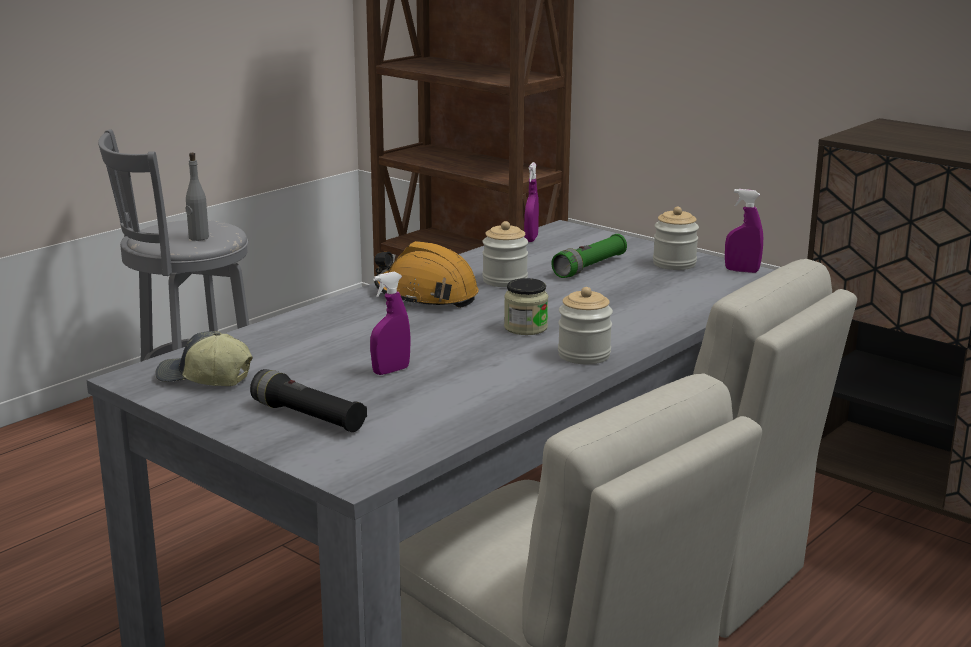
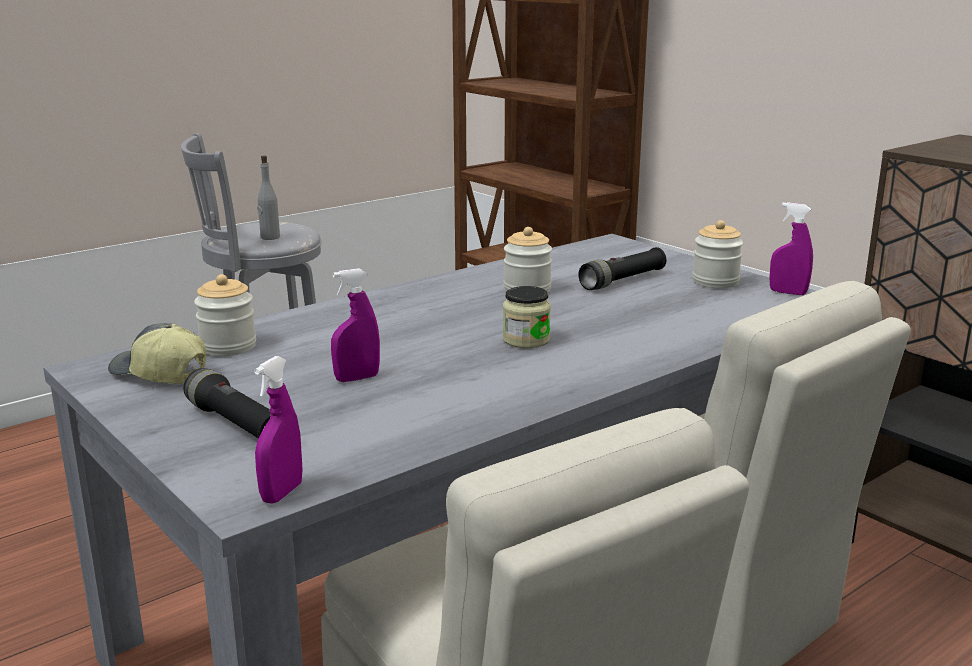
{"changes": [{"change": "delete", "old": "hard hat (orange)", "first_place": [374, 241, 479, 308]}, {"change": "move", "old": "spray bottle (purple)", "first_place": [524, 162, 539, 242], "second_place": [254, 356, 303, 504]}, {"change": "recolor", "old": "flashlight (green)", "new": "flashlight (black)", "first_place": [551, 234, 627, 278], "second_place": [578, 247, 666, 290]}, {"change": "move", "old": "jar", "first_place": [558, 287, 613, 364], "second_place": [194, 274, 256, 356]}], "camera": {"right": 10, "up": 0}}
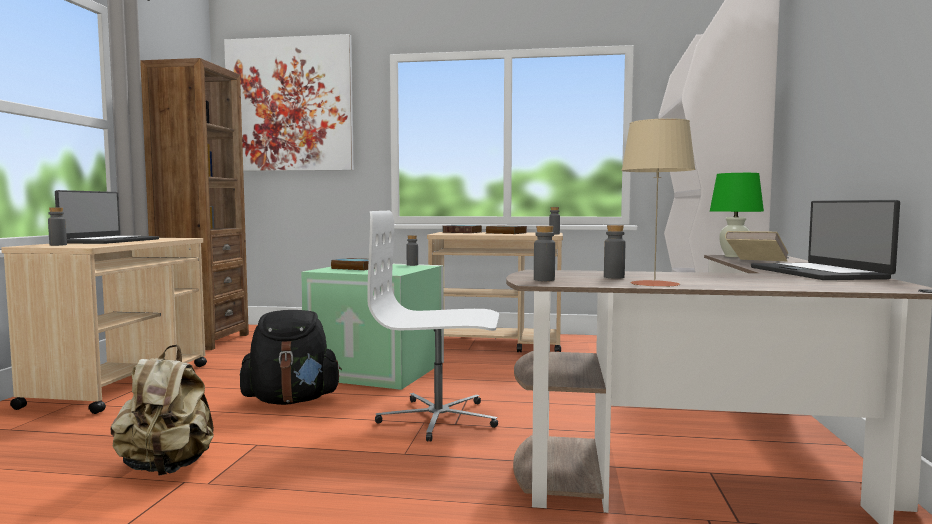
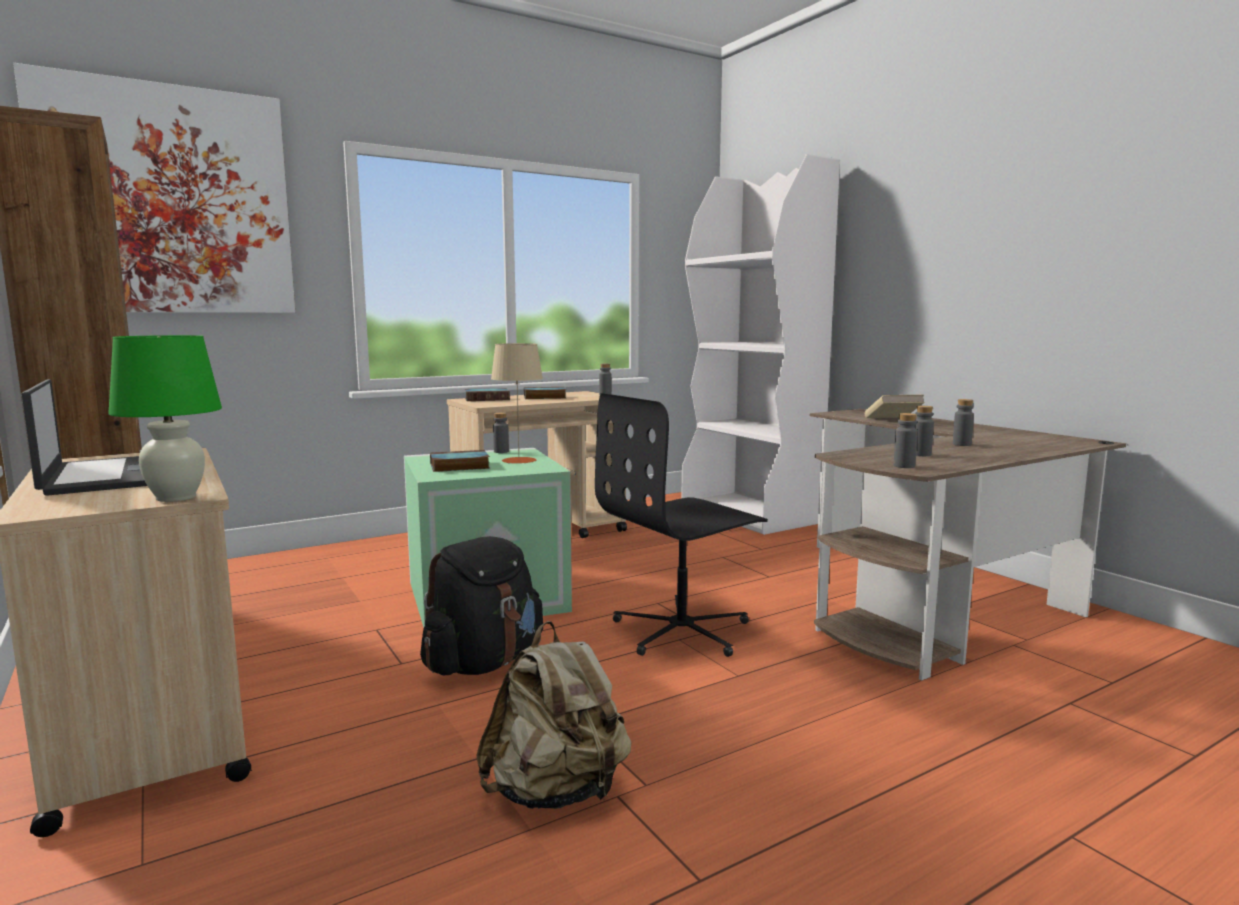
{"changes": [{"change": "move", "old": "bottle (grey)", "first_place": [48, 207, 67, 246], "second_place": [953, 399, 974, 446]}, {"change": "recolor", "old": "office chair (white)", "new": "office chair (black)", "first_place": [367, 211, 499, 442], "second_place": [595, 393, 768, 657]}, {"change": "move", "old": "table lamp (beige)", "first_place": [621, 118, 696, 287], "second_place": [491, 343, 543, 464]}, {"change": "move", "old": "table lamp (green)", "first_place": [710, 173, 764, 257], "second_place": [108, 335, 222, 502]}, {"change": "delete", "old": "laptop", "first_place": [751, 200, 900, 280]}], "camera": {"right": -40, "up": 5}}
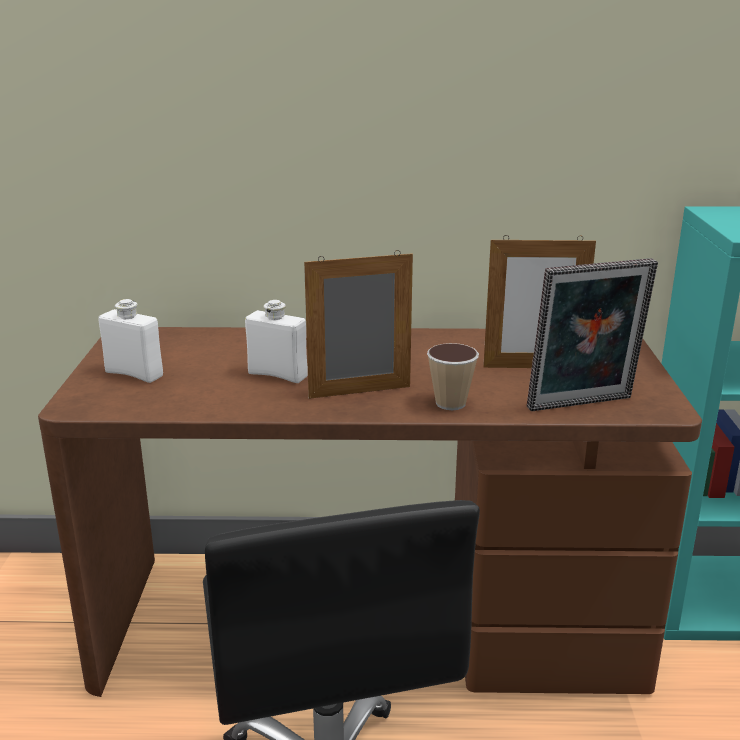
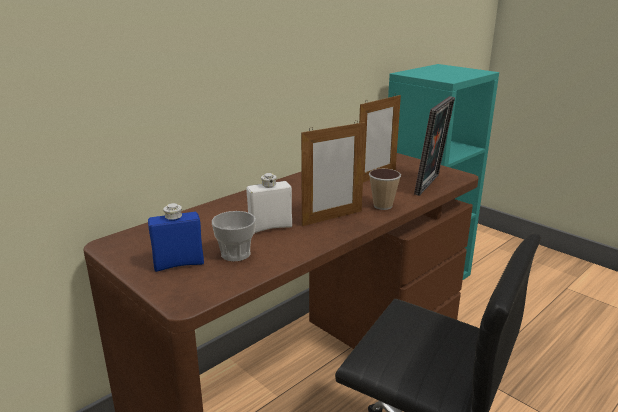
{"changes": [{"change": "recolor", "old": "bottle (white)", "new": "bottle (blue)", "first_place": [98, 299, 163, 383], "second_place": [148, 203, 204, 272]}, {"change": "rotate", "old": "picture frame", "first_place": [304, 250, 413, 399], "second_place": [301, 120, 366, 226], "degrees": -150}, {"change": "insert", "new": "cup", "second_place": [212, 211, 256, 261]}], "camera": {"right": -45, "up": 0}}
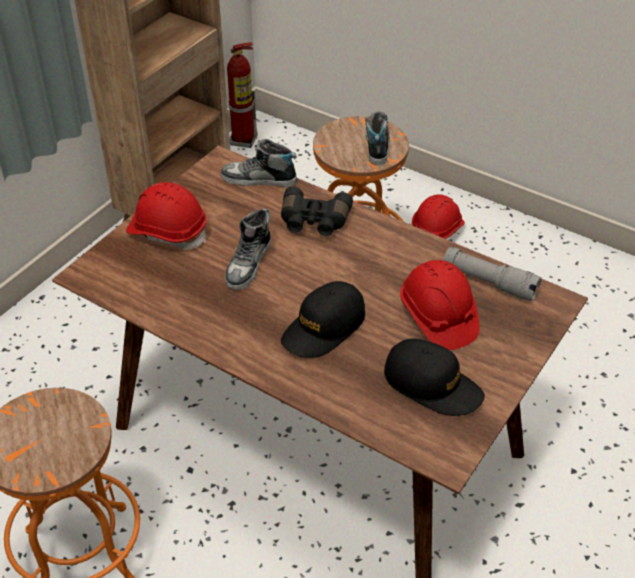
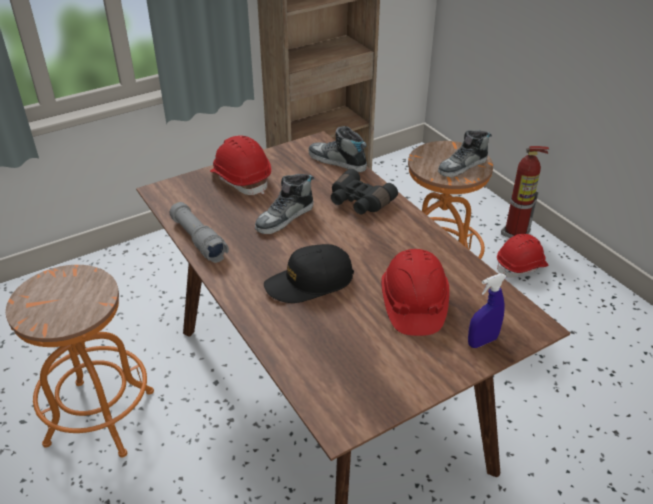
{"changes": [{"change": "move", "old": "fire extinguisher", "first_place": [227, 42, 258, 148], "second_place": [501, 146, 549, 238]}, {"change": "rotate", "old": "shoe", "first_place": [365, 111, 390, 165], "second_place": [438, 130, 492, 177], "degrees": -150}, {"change": "delete", "old": "cap (black)", "first_place": [384, 339, 485, 416]}, {"change": "move", "old": "flashlight (grey)", "first_place": [443, 247, 542, 302], "second_place": [170, 202, 229, 263]}, {"change": "insert", "new": "spray bottle (blue)", "second_place": [468, 273, 506, 348]}], "camera": {"right": 25, "up": -5}}
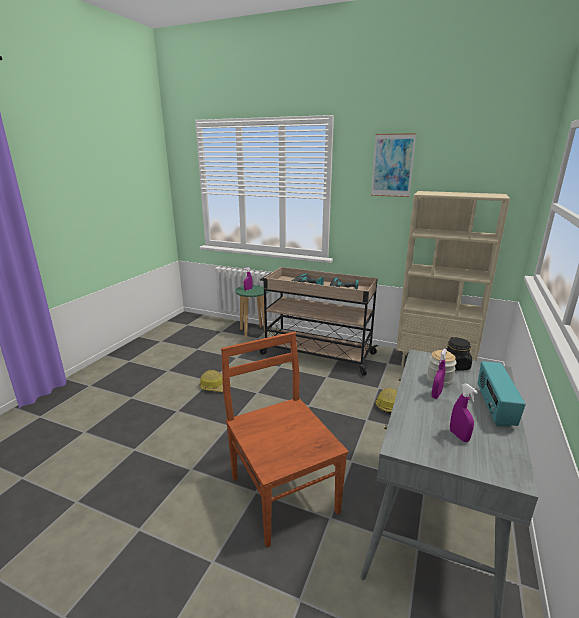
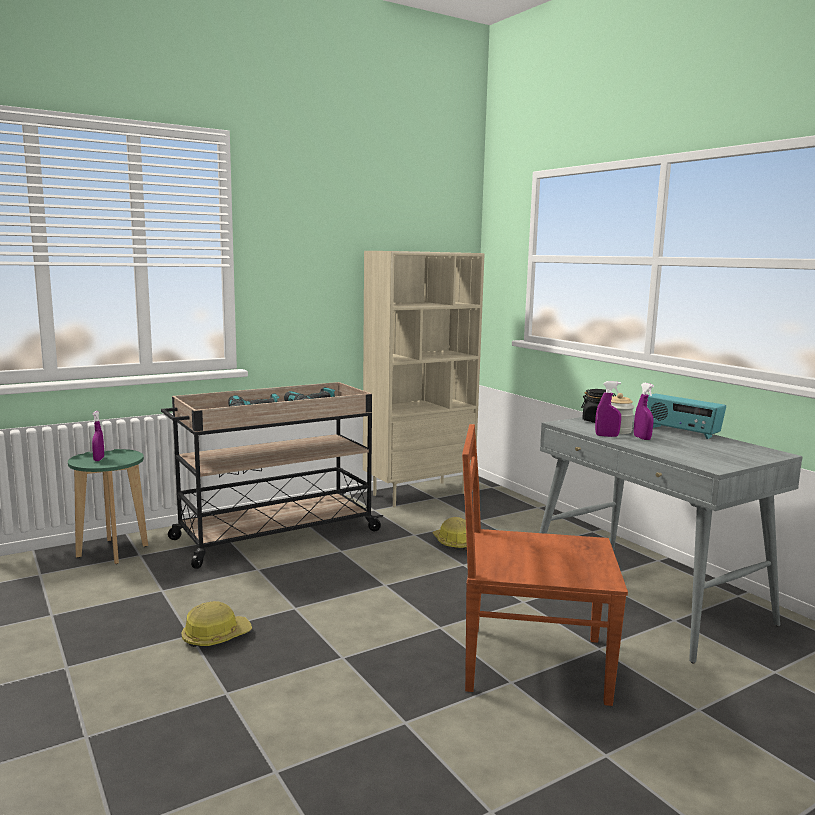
{"changes": [{"change": "delete", "old": "picture", "first_place": [371, 133, 416, 197]}, {"change": "move", "old": "spray bottle (purple)", "first_place": [450, 383, 478, 442], "second_place": [595, 381, 621, 437]}], "camera": {"right": -55, "up": -10}}
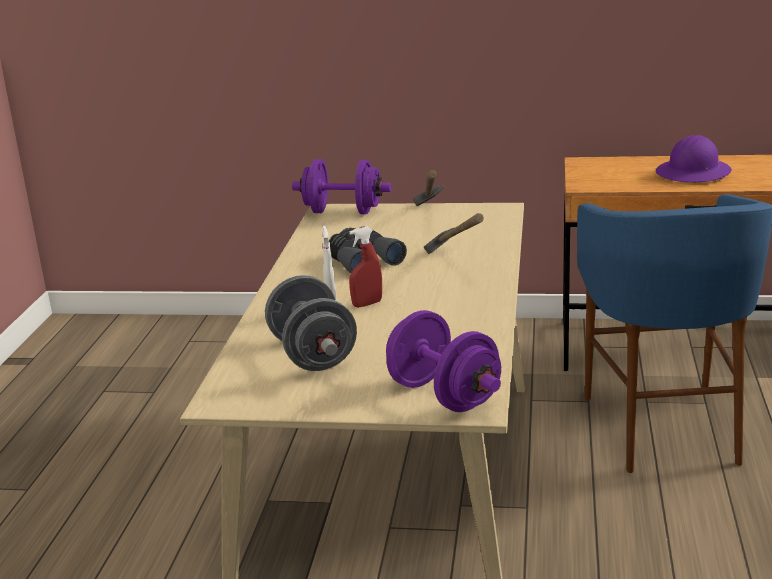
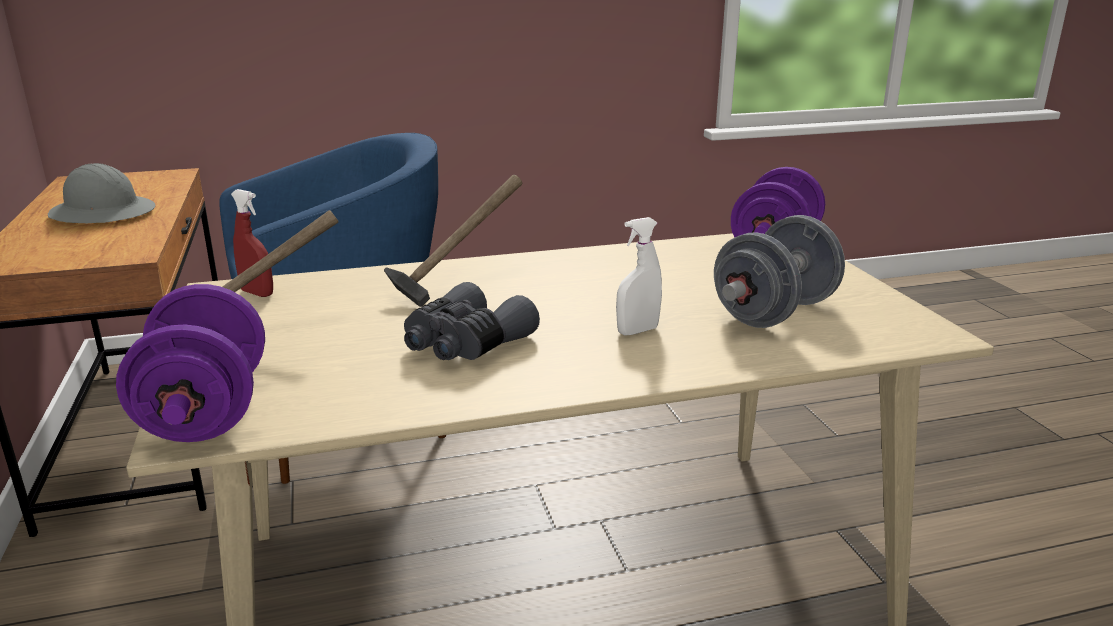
{"changes": [{"change": "move", "old": "spray bottle (red)", "first_place": [349, 226, 382, 308], "second_place": [231, 189, 273, 297]}, {"change": "recolor", "old": "hard hat (purple)", "new": "hard hat (grey)", "first_place": [656, 135, 732, 182], "second_place": [48, 163, 155, 224]}], "camera": {"right": -115, "up": 0}}
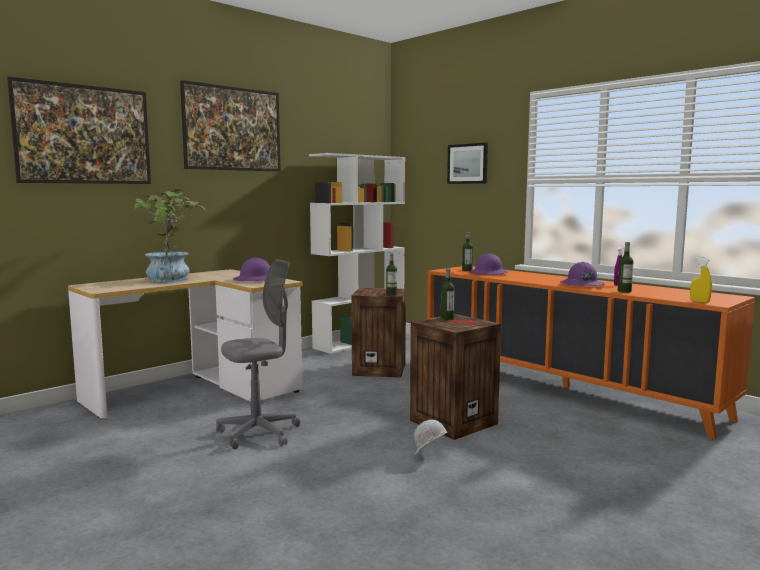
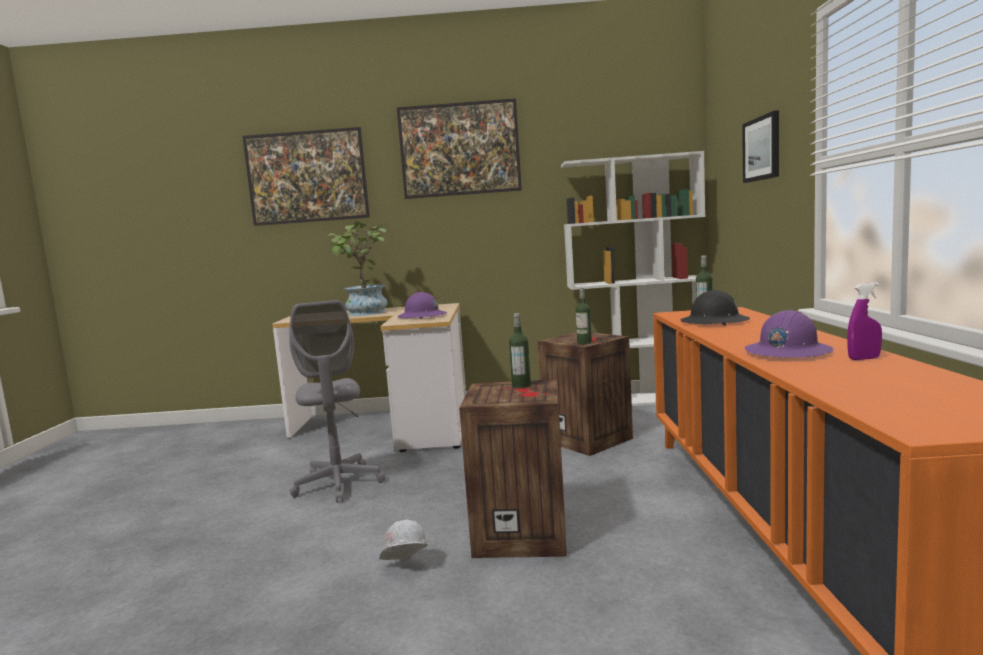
{"changes": [{"change": "rotate", "old": "office chair (grey)", "first_place": [216, 259, 300, 449], "second_place": [289, 300, 385, 503], "degrees": 60}, {"change": "recolor", "old": "hard hat (purple)", "new": "hard hat (black)", "first_place": [469, 254, 509, 275], "second_place": [681, 290, 750, 325]}, {"change": "delete", "old": "bottle", "first_place": [618, 242, 633, 293]}, {"change": "delete", "old": "spray bottle (yellow)", "first_place": [690, 257, 712, 303]}], "camera": {"right": 45, "up": 0}}
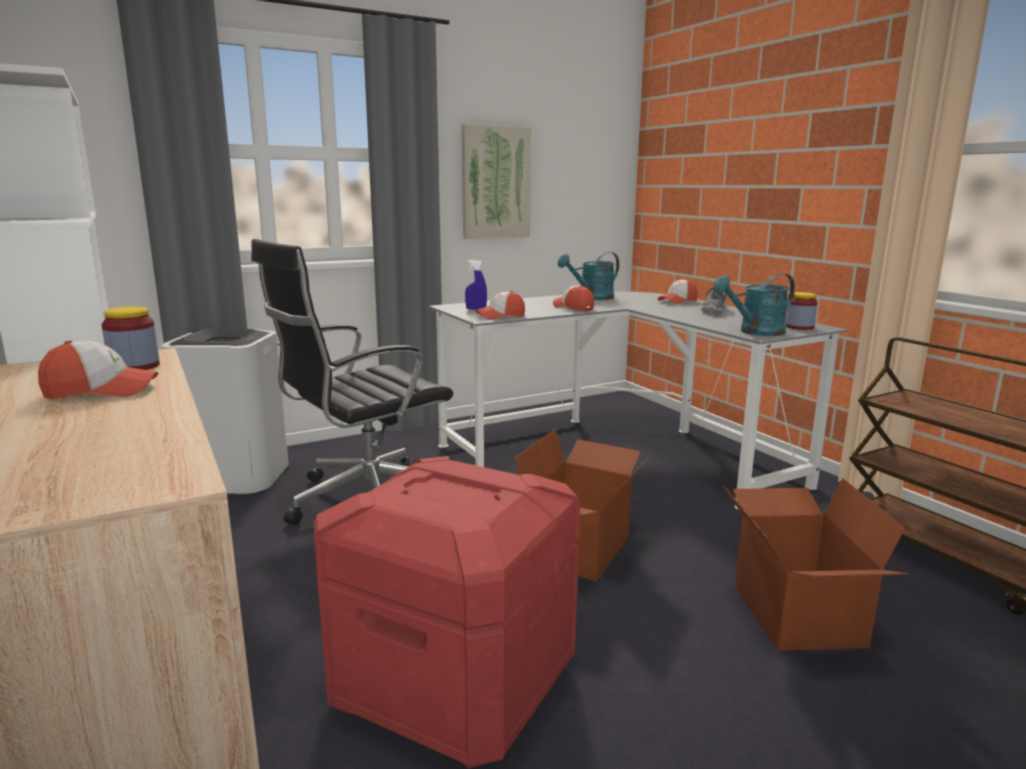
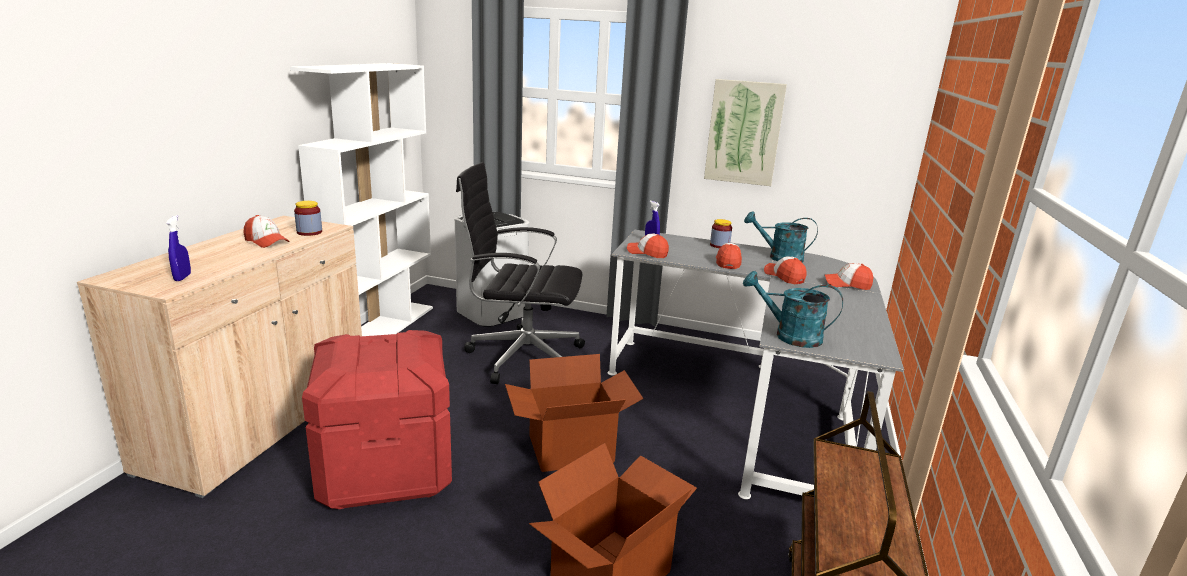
{"changes": [{"change": "delete", "old": "shoe", "first_place": [701, 288, 727, 314]}, {"change": "move", "old": "jar", "first_place": [786, 292, 818, 330], "second_place": [710, 219, 732, 248]}, {"change": "insert", "new": "spray bottle (blue)", "second_place": [166, 215, 191, 281]}, {"change": "insert", "new": "cap", "second_place": [764, 256, 806, 284]}], "camera": {"right": 45, "up": 5}}
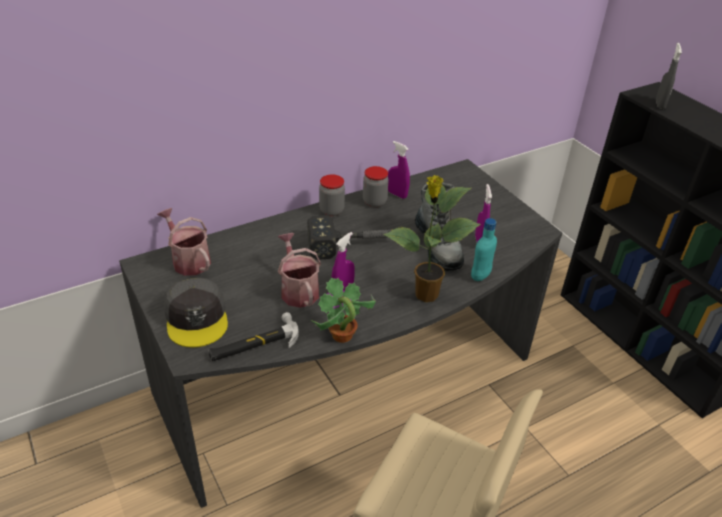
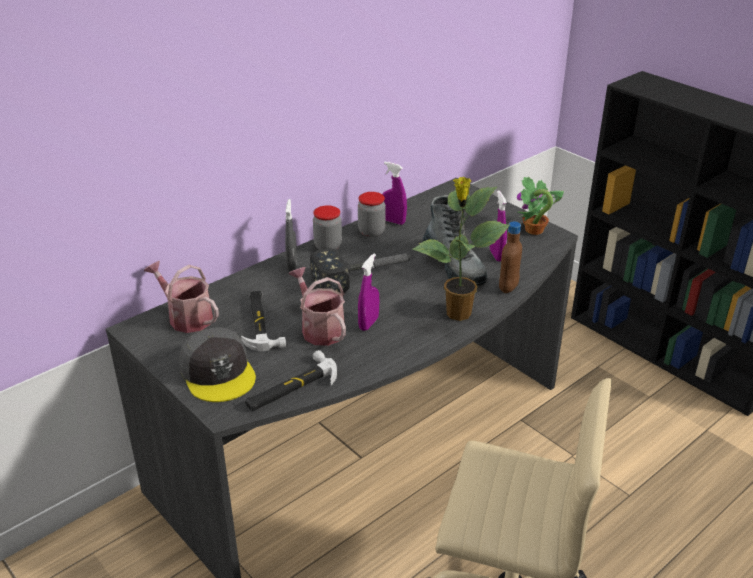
{"changes": [{"change": "move", "old": "potted plant", "first_place": [311, 278, 376, 343], "second_place": [517, 177, 564, 235]}, {"change": "recolor", "old": "bottle (turquoise)", "new": "bottle (brown)", "first_place": [471, 218, 497, 281], "second_place": [499, 221, 522, 293]}, {"change": "move", "old": "spray bottle (grey)", "first_place": [656, 43, 682, 109], "second_place": [285, 199, 297, 271]}, {"change": "insert", "new": "hammer", "second_place": [241, 291, 286, 351]}], "camera": {"right": -10, "up": -5}}
